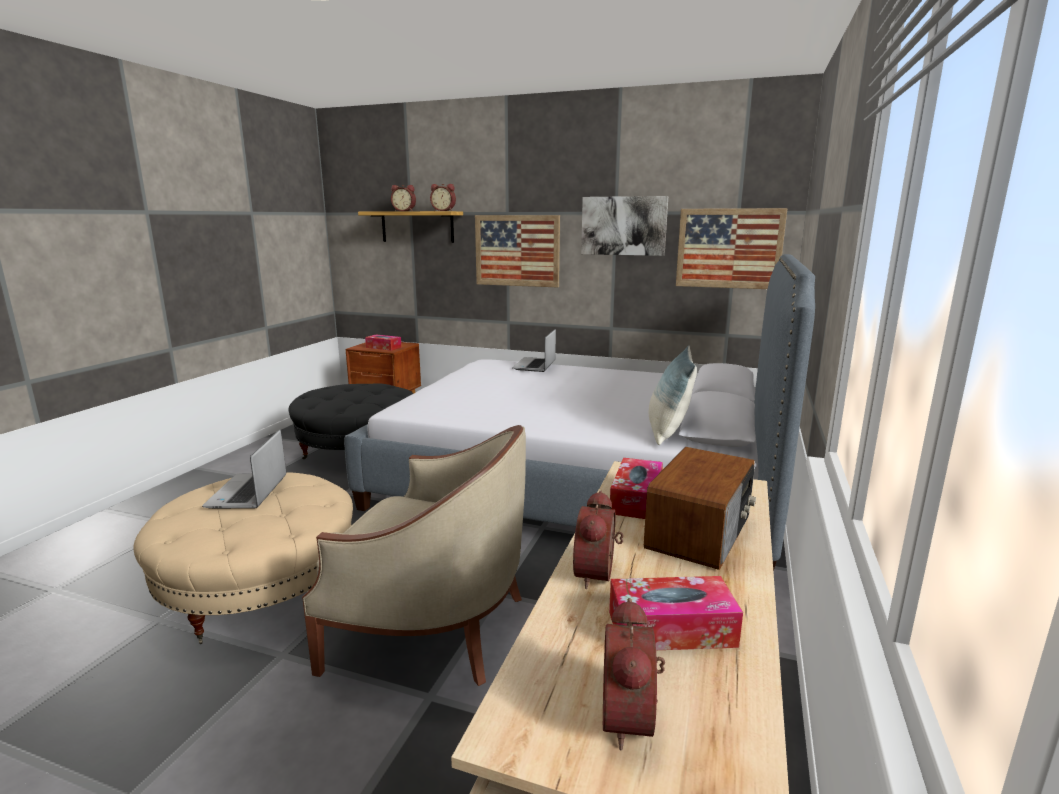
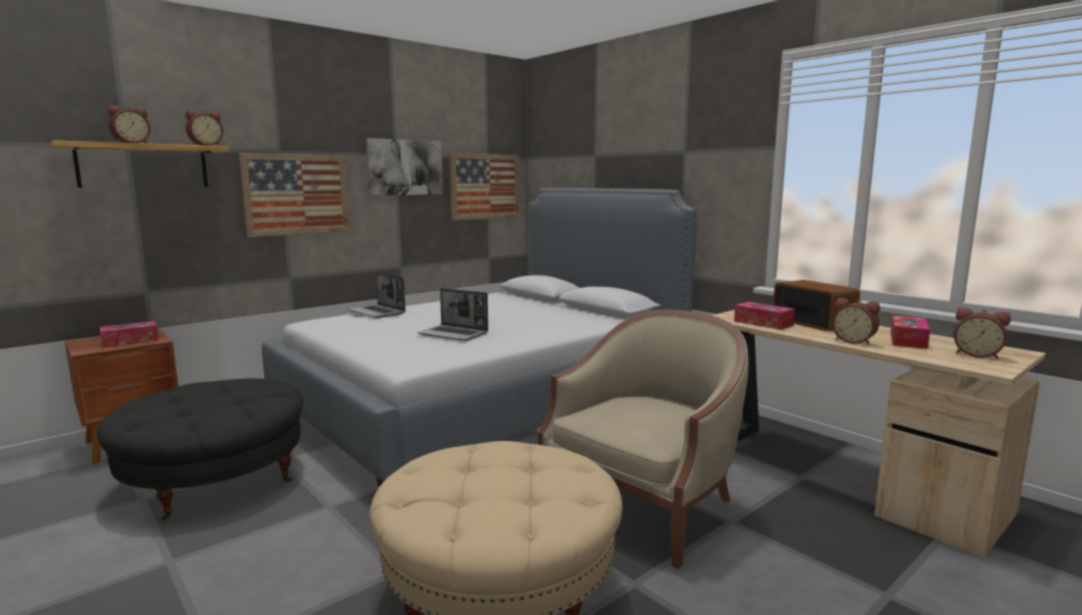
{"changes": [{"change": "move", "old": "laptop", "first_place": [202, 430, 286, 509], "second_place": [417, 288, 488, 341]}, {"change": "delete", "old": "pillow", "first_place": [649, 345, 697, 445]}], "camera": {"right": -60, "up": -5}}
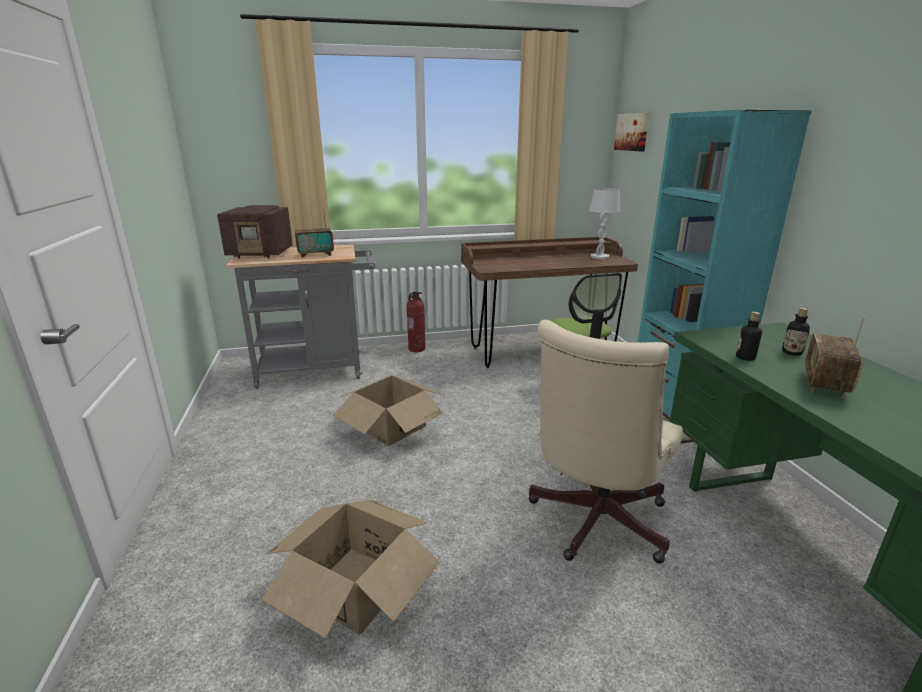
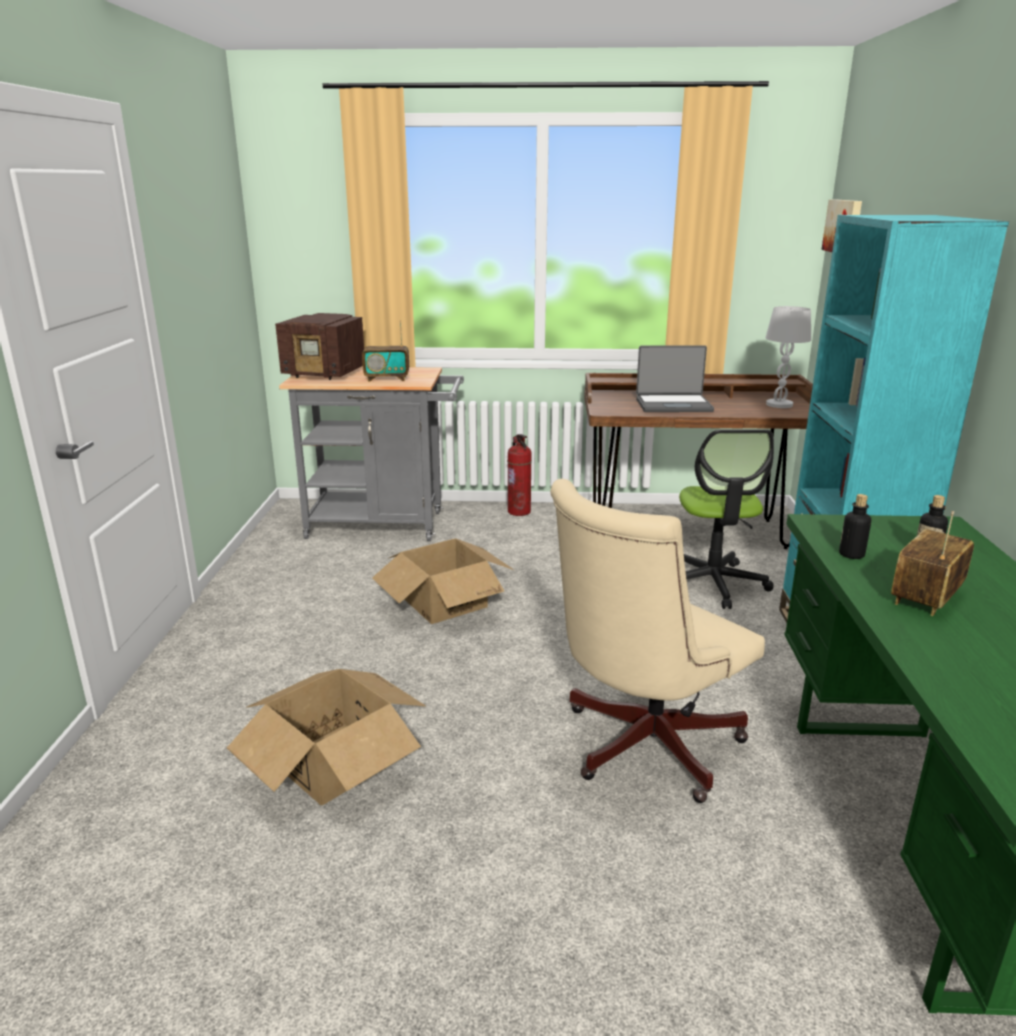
{"changes": [{"change": "insert", "new": "laptop", "second_place": [636, 345, 714, 412]}], "camera": {"right": 15, "up": 0}}
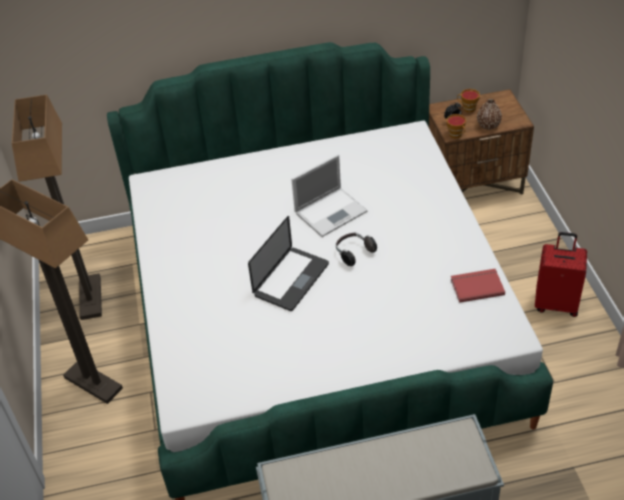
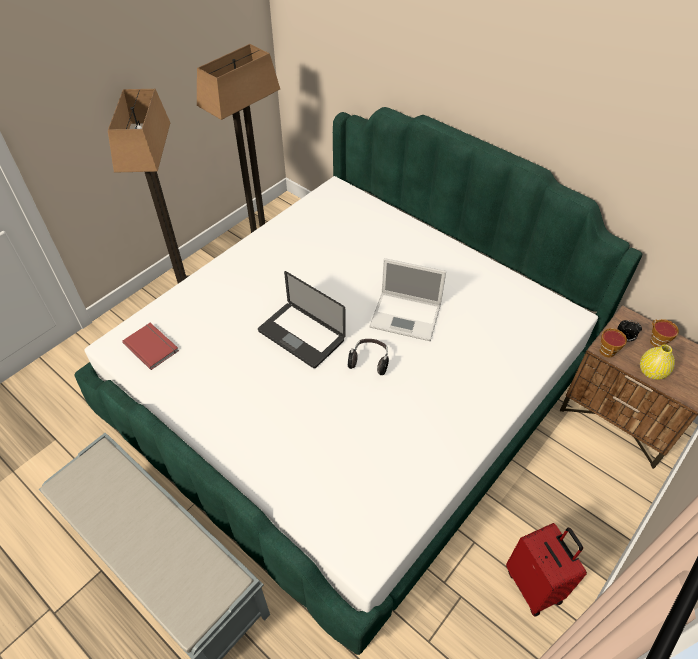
{"changes": [{"change": "rotate", "old": "laptop", "first_place": [248, 216, 329, 311], "second_place": [258, 271, 346, 368], "degrees": 45}, {"change": "move", "old": "book (red)", "first_place": [451, 269, 505, 303], "second_place": [122, 323, 179, 370]}, {"change": "recolor", "old": "vase (brown)", "new": "vase (yellow)", "first_place": [477, 99, 502, 130], "second_place": [640, 344, 675, 380]}], "camera": {"right": 50, "up": 5}}
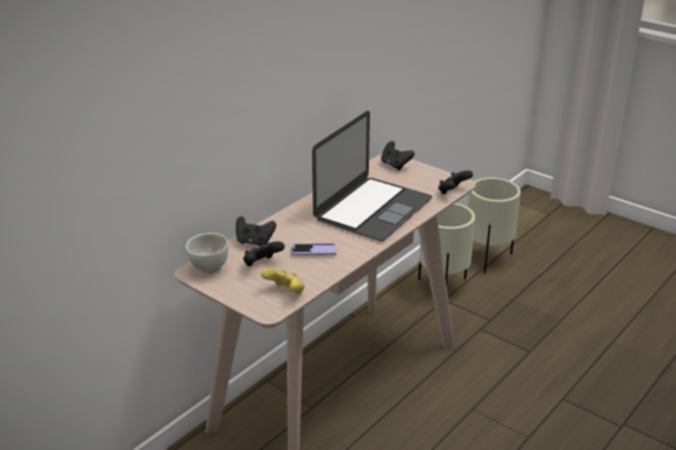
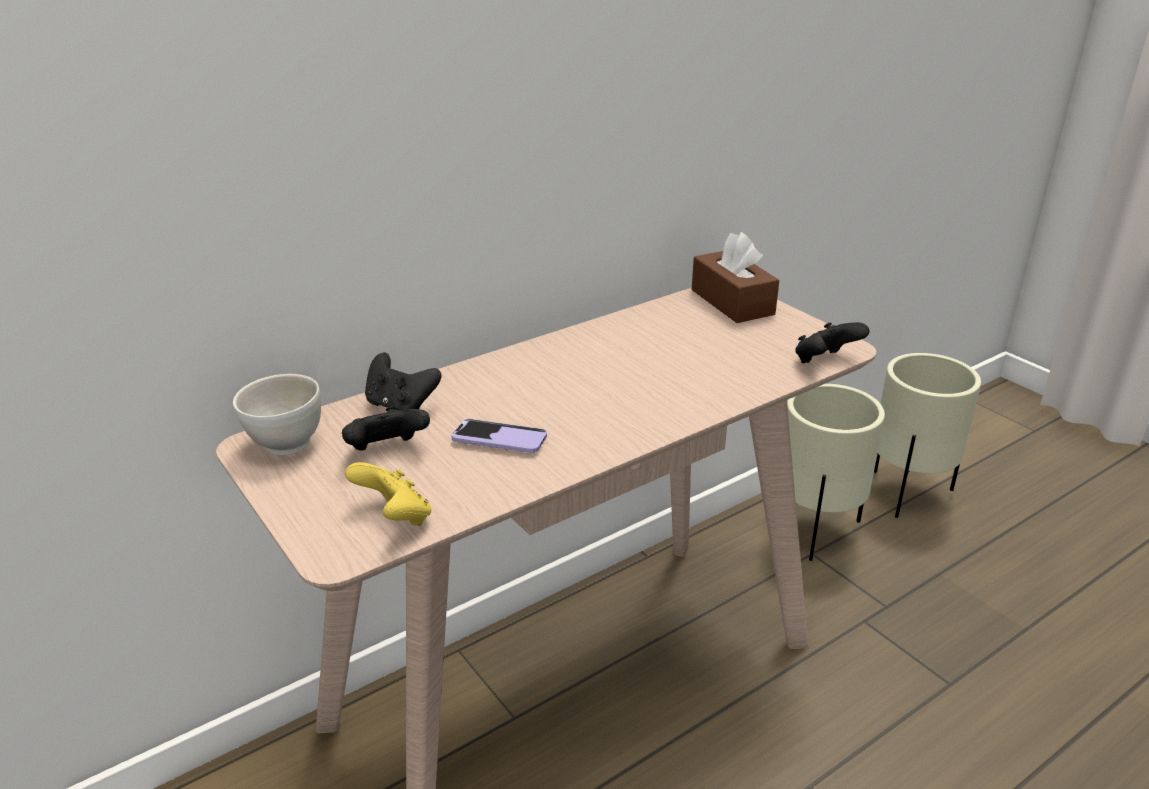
{"changes": [{"change": "delete", "old": "laptop", "first_place": [312, 111, 432, 241]}, {"change": "replace", "old": "game controller (black)", "new": "tissue box (brown)", "first_place": [381, 141, 415, 170], "second_place": [692, 232, 779, 323]}], "camera": {"right": 15, "up": 0}}
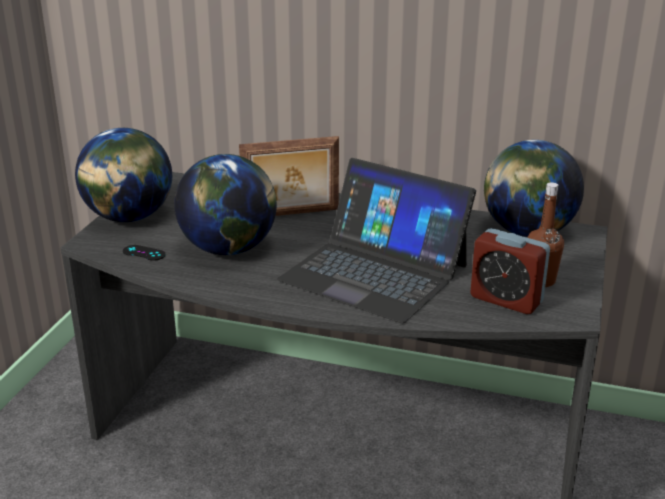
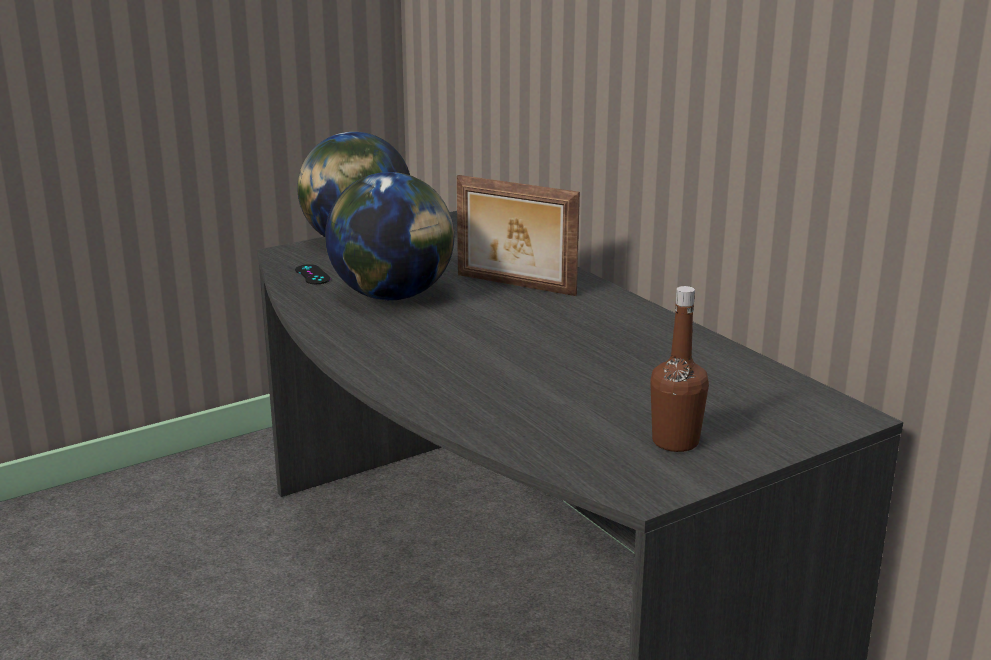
{"changes": [{"change": "delete", "old": "laptop", "first_place": [277, 158, 476, 323]}, {"change": "delete", "old": "alarm clock", "first_place": [470, 228, 550, 314]}, {"change": "delete", "old": "globe", "first_place": [484, 140, 584, 237]}], "camera": {"right": 40, "up": -5}}
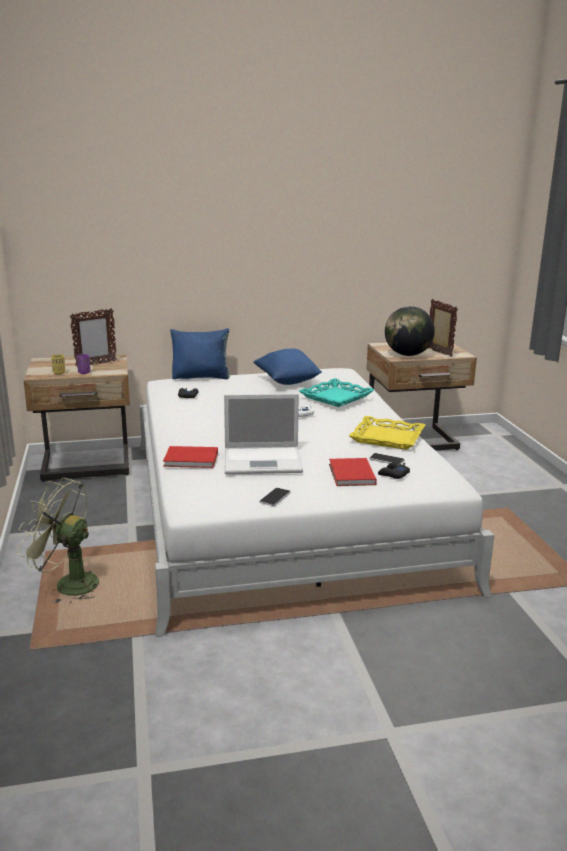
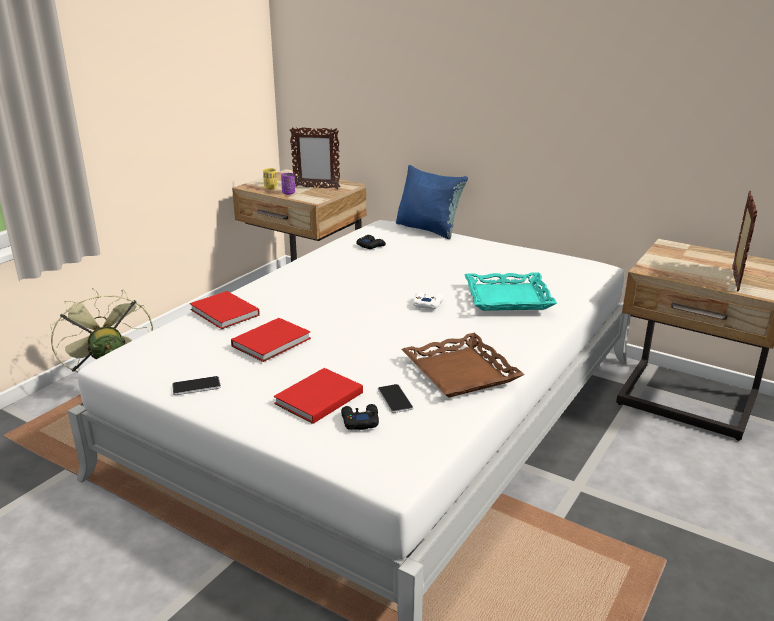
{"changes": [{"change": "replace", "old": "laptop", "new": "book (red)", "first_place": [224, 394, 303, 474], "second_place": [231, 318, 311, 362]}, {"change": "delete", "old": "pillow (blue)", "first_place": [253, 349, 322, 385]}, {"change": "recolor", "old": "tray (yellow)", "new": "tray (brown)", "first_place": [349, 416, 425, 450], "second_place": [401, 333, 525, 398]}, {"change": "delete", "old": "globe", "first_place": [385, 306, 435, 356]}], "camera": {"right": 45, "up": 5}}
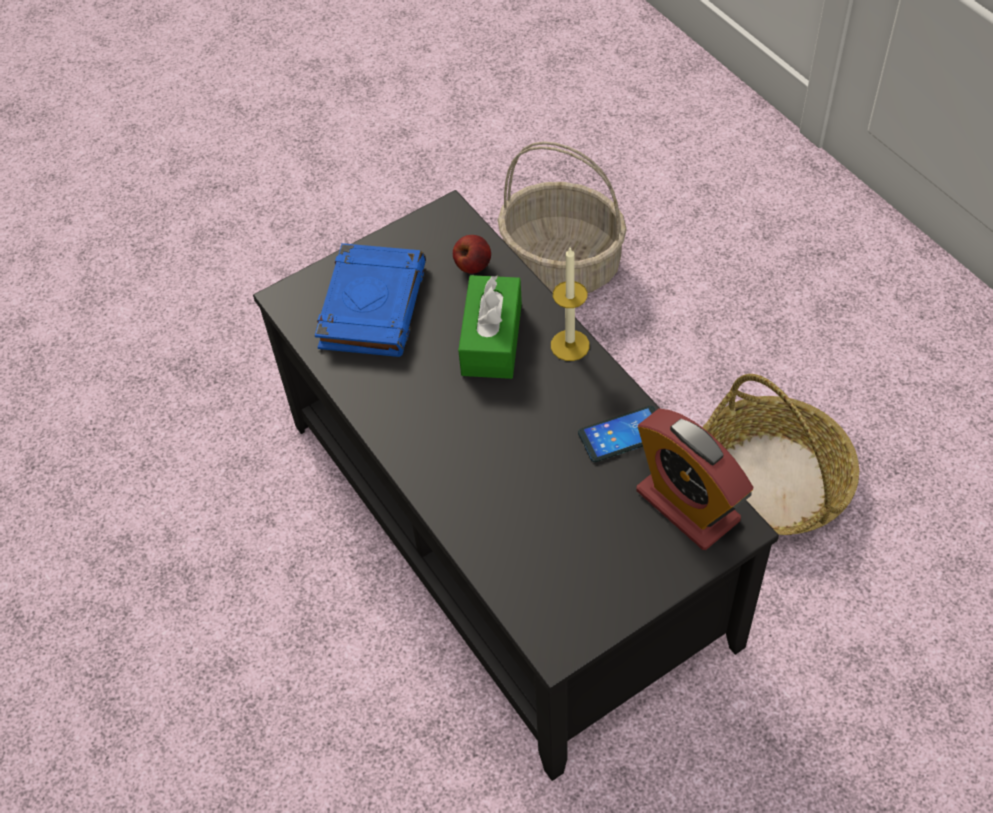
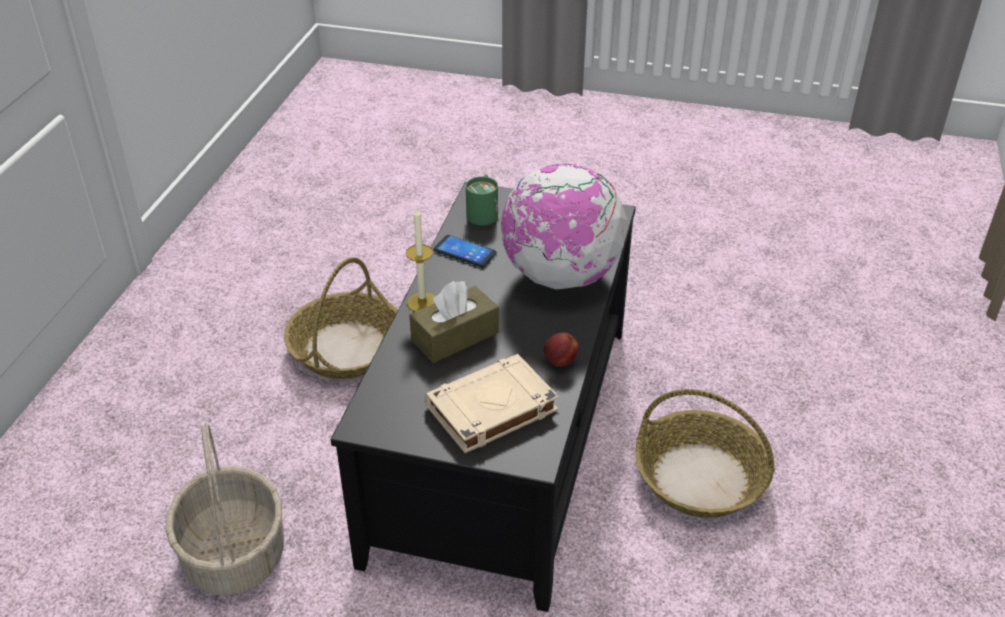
{"changes": [{"change": "recolor", "old": "book (blue)", "new": "book (beige)", "first_place": [315, 243, 426, 357], "second_place": [424, 354, 559, 453]}, {"change": "move", "old": "apple", "first_place": [453, 235, 491, 274], "second_place": [543, 332, 579, 367]}, {"change": "recolor", "old": "tissue box (green)", "new": "tissue box (brown)", "first_place": [458, 275, 522, 379], "second_place": [409, 281, 499, 363]}, {"change": "replace", "old": "alarm clock", "new": "mug (green)", "first_place": [636, 408, 753, 550], "second_place": [466, 174, 498, 226]}, {"change": "insert", "new": "globe", "second_place": [501, 164, 627, 290]}, {"change": "insert", "new": "basket", "second_place": [635, 389, 775, 518]}], "camera": {"right": -135, "up": -15}}
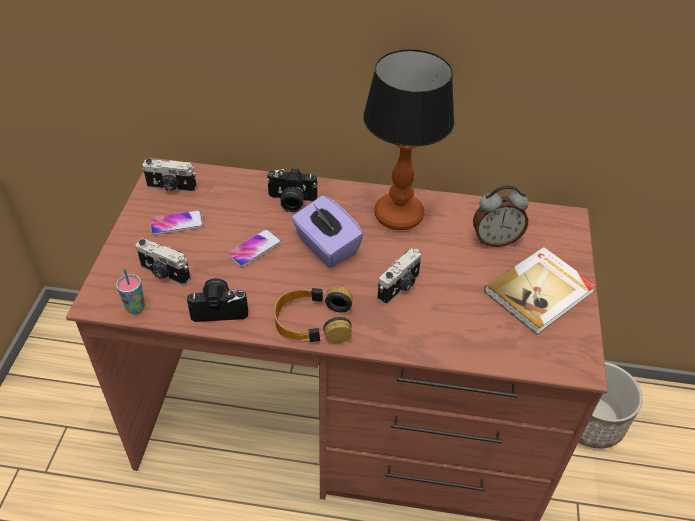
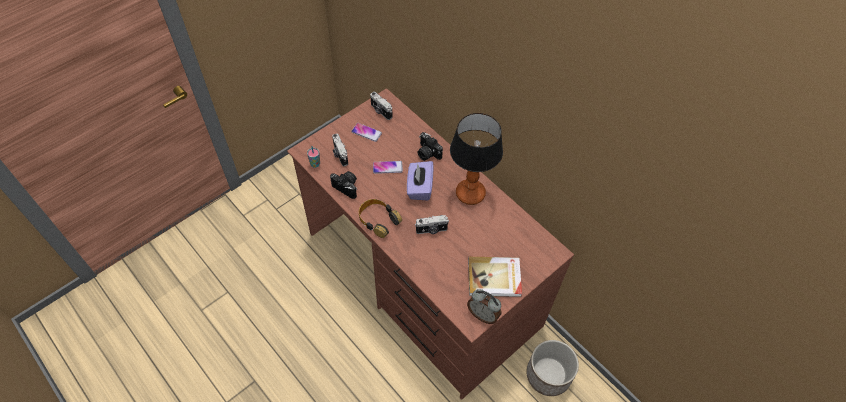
{"changes": [{"change": "move", "old": "alarm clock", "first_place": [473, 185, 529, 247], "second_place": [467, 289, 501, 324]}], "camera": {"right": 40, "up": 10}}
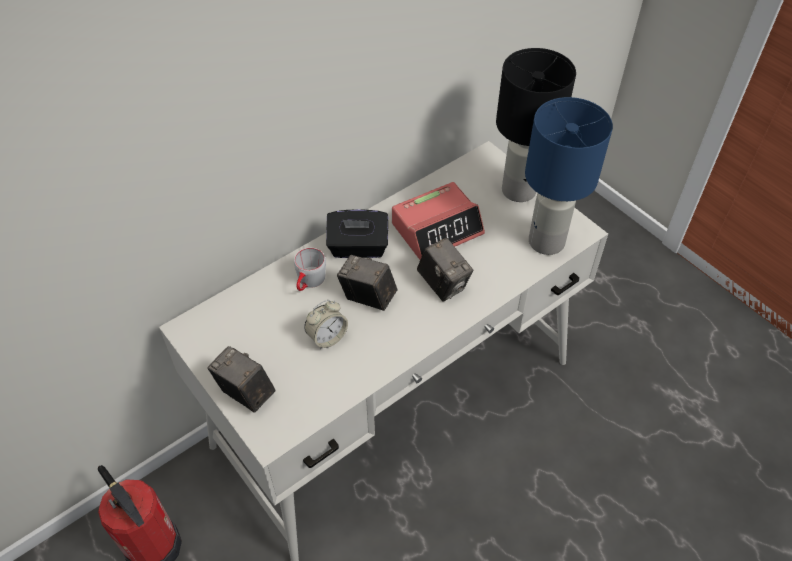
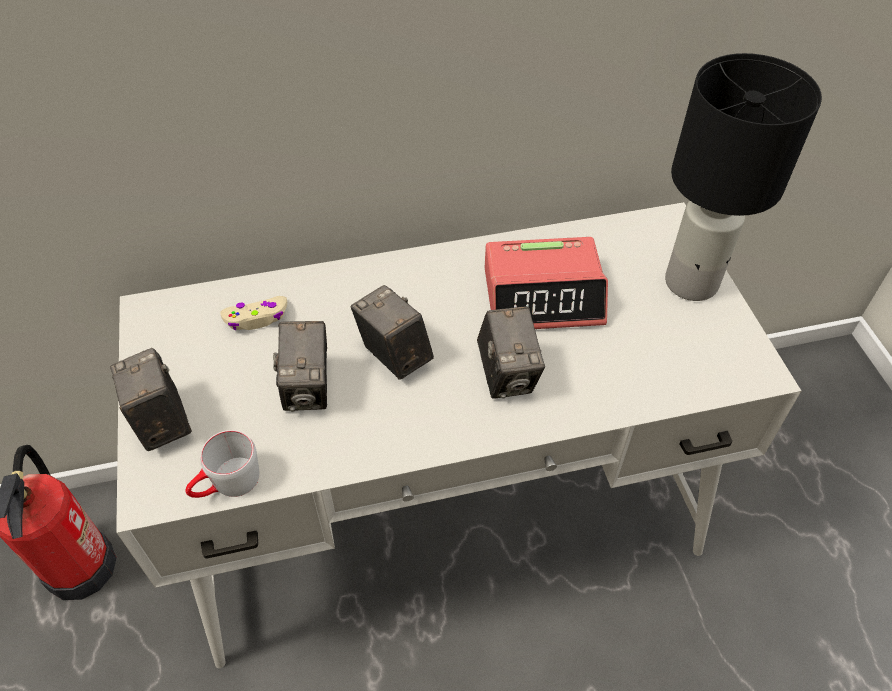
{"changes": [{"change": "move", "old": "mug (grey)", "first_place": [294, 248, 326, 291], "second_place": [185, 430, 259, 498]}, {"change": "replace", "old": "alarm clock", "new": "photo camera", "first_place": [304, 300, 348, 350], "second_place": [273, 321, 327, 412]}, {"change": "delete", "old": "tissue box (black)", "first_place": [326, 209, 388, 258]}, {"change": "delete", "old": "table lamp (blue)", "first_place": [525, 97, 613, 255]}, {"change": "insert", "new": "game controller (beige)", "second_place": [220, 296, 287, 330]}], "camera": {"right": 25, "up": 0}}
